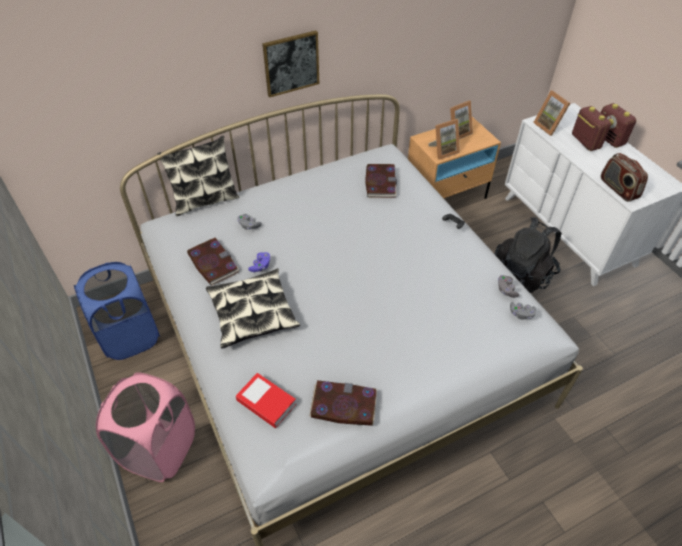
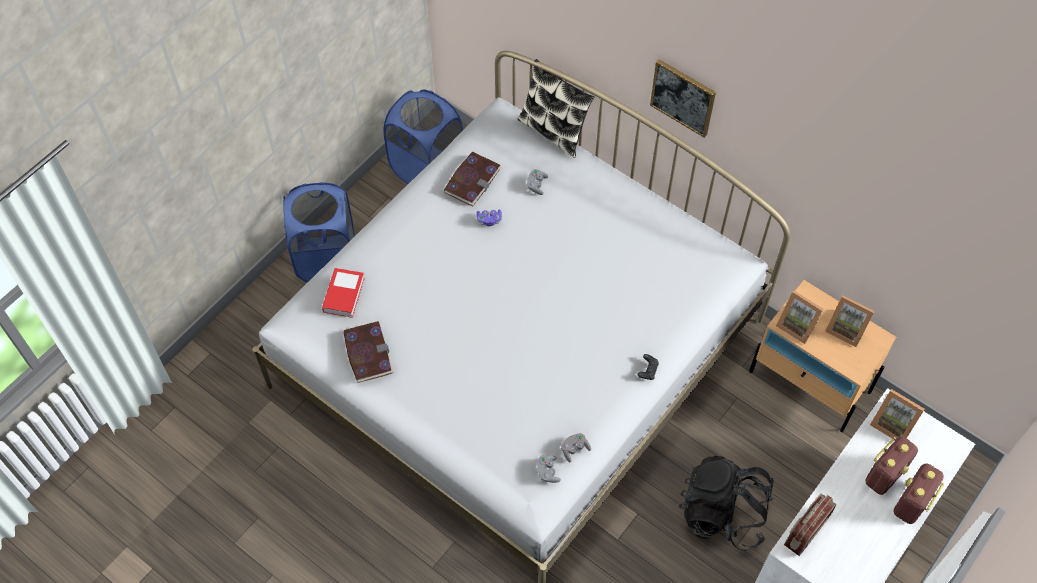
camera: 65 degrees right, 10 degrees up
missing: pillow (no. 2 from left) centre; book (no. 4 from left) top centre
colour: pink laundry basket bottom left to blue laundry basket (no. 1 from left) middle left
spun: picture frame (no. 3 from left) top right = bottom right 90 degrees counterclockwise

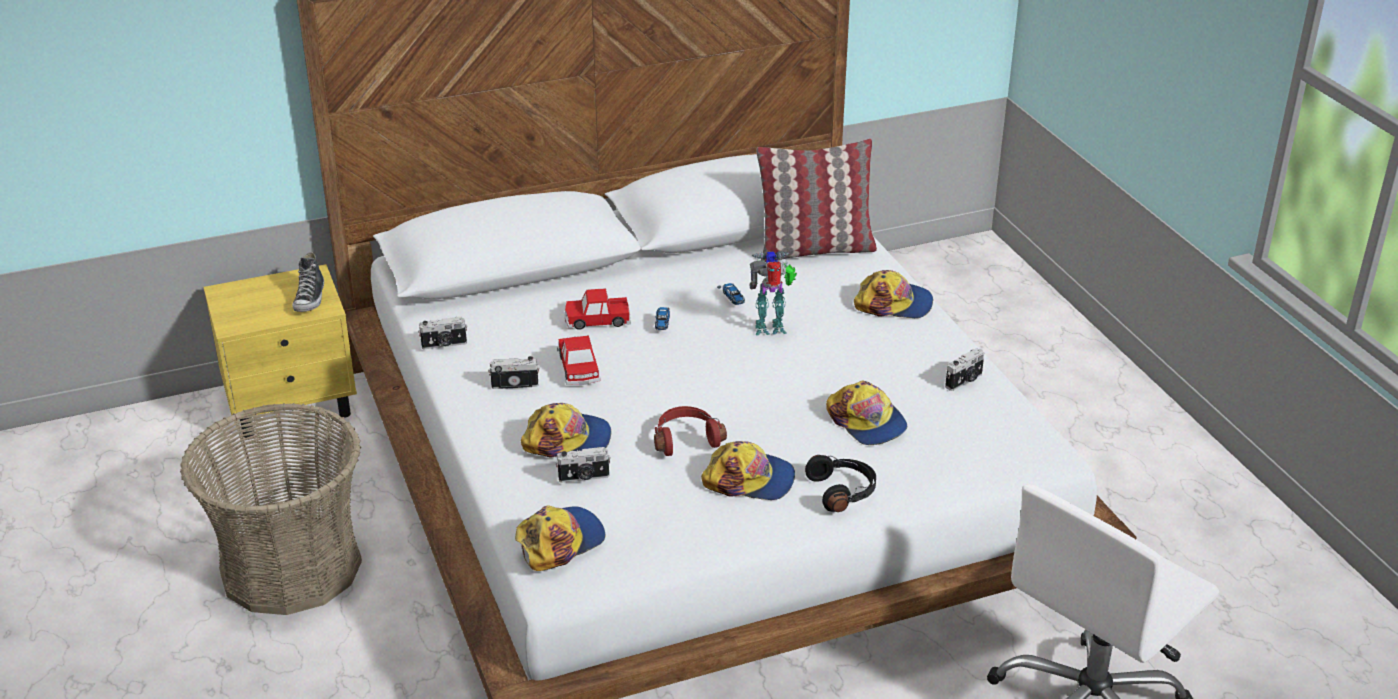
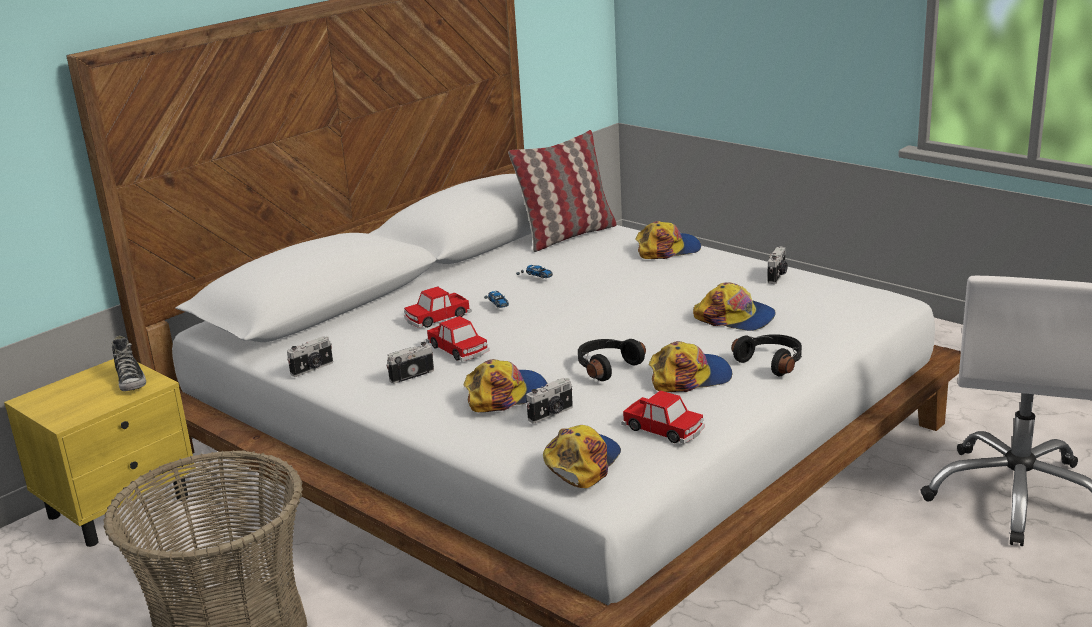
camera: 25 degrees left, 10 degrees down
missing: toy robot centre
appeared: toy car (no. 5 from left) centre
colour: red headphones centre to black headphones (no. 1 from left) centre

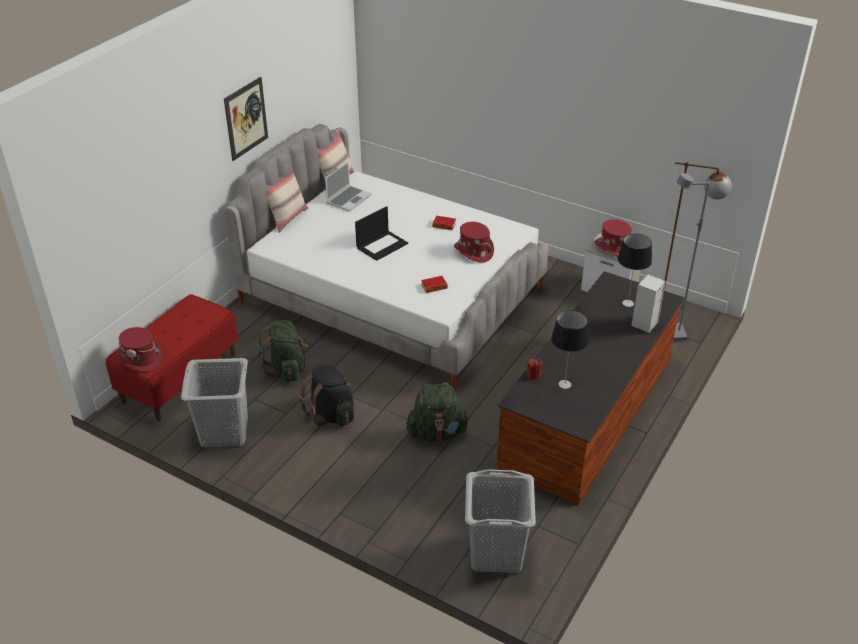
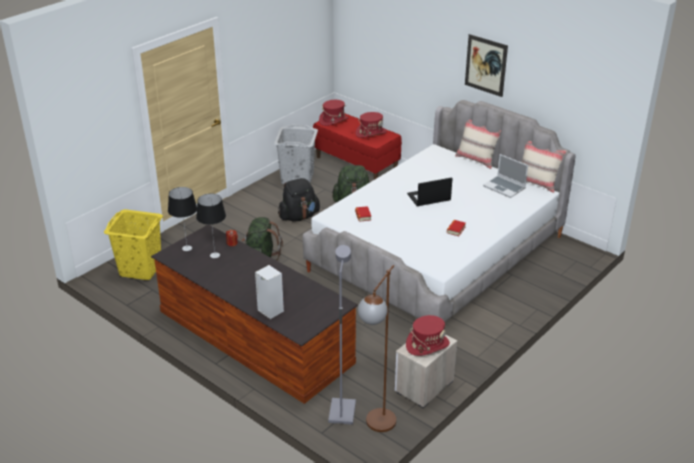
camera: 100 degrees right, 5 degrees down
relocated: red hat (no. 2 from left) centre to top centre; table lamp (no. 2 from left in the first image) middle right to table lamp (no. 1 from left) middle left
colour: grey laundry basket (no. 2 from left) bottom centre to yellow laundry basket middle left
spun: laptop (no. 2 from left in the first image) centre = centre 105 degrees clockwise

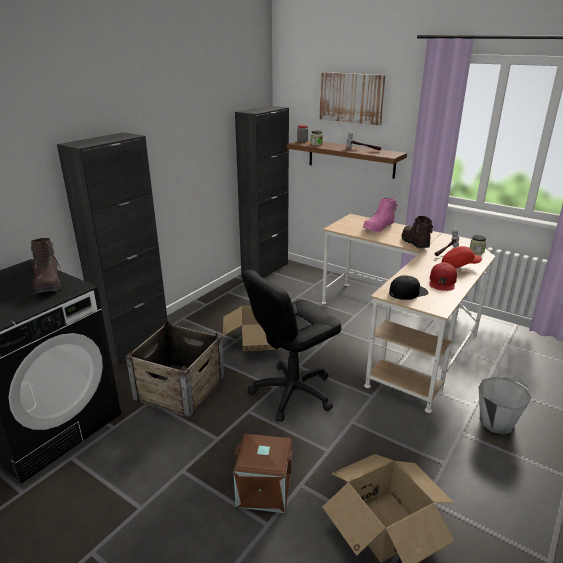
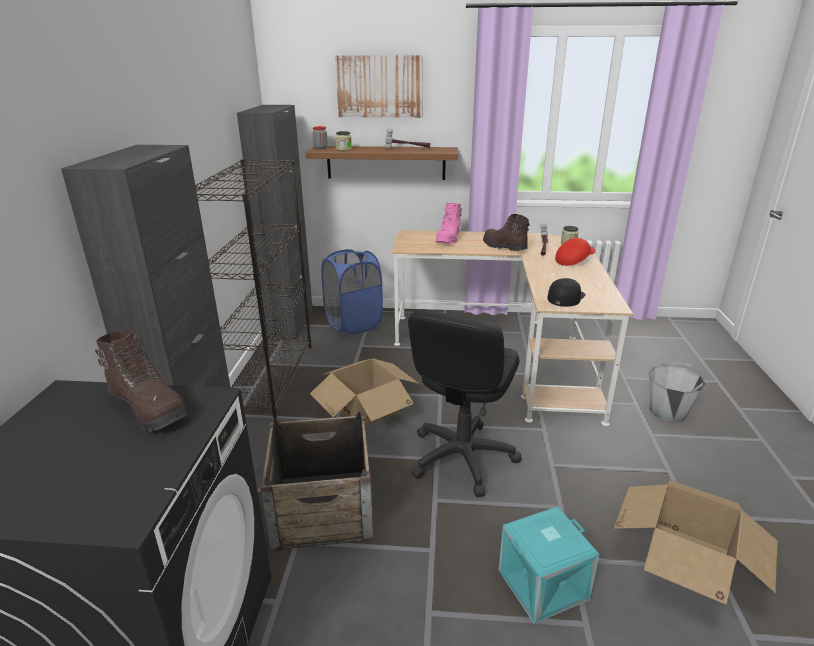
camera: 30 degrees left, 0 degrees up
missing: red cap (no. 1 from left) middle right
appeared: black bookcase middle left; blue laundry basket centre
colour: brown storage box bottom centre to turquoise storage box bottom right

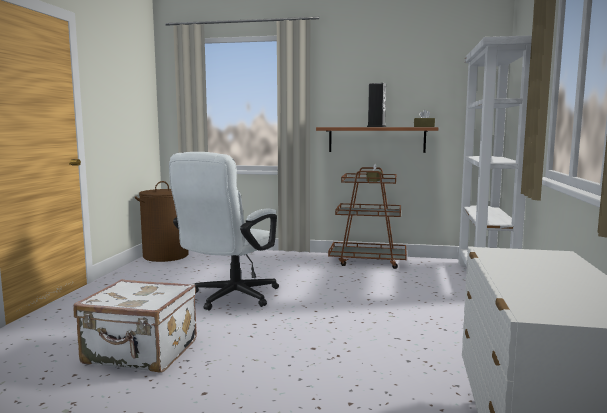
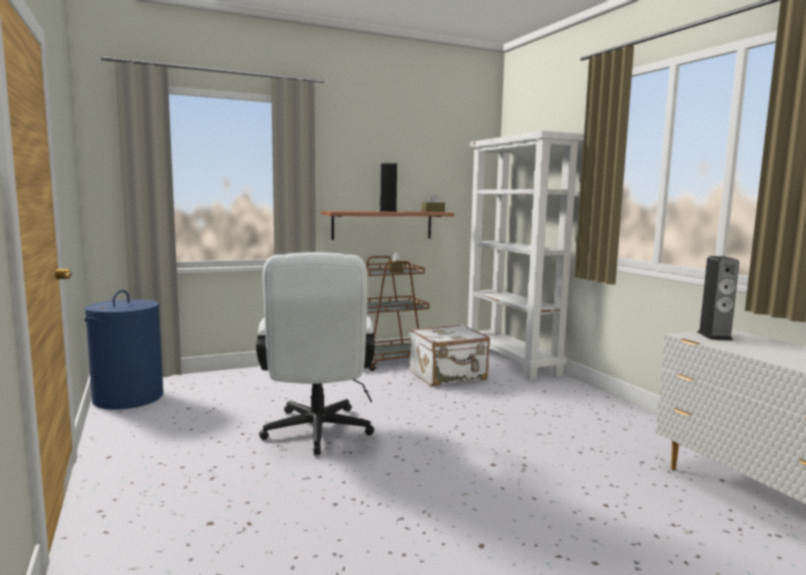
camera: 35 degrees left, 0 degrees up
appeared: speaker (no. 2 from left) middle right
relocated: white suitcase bottom left to centre
colour: brown laundry basket middle left to blue laundry basket middle left

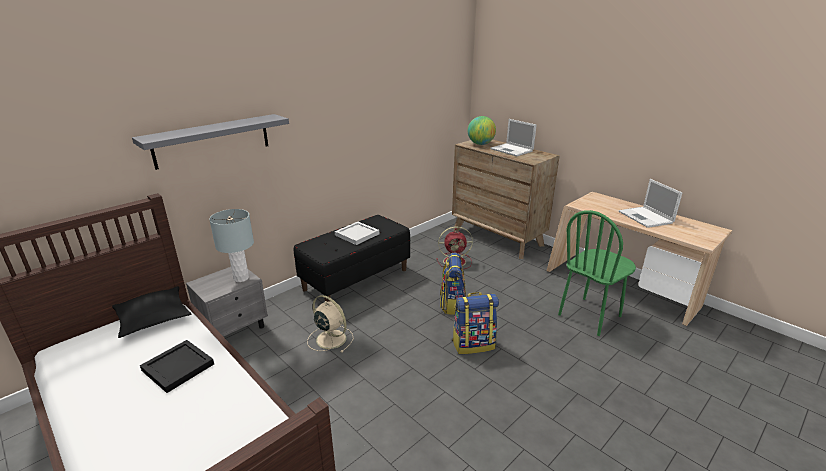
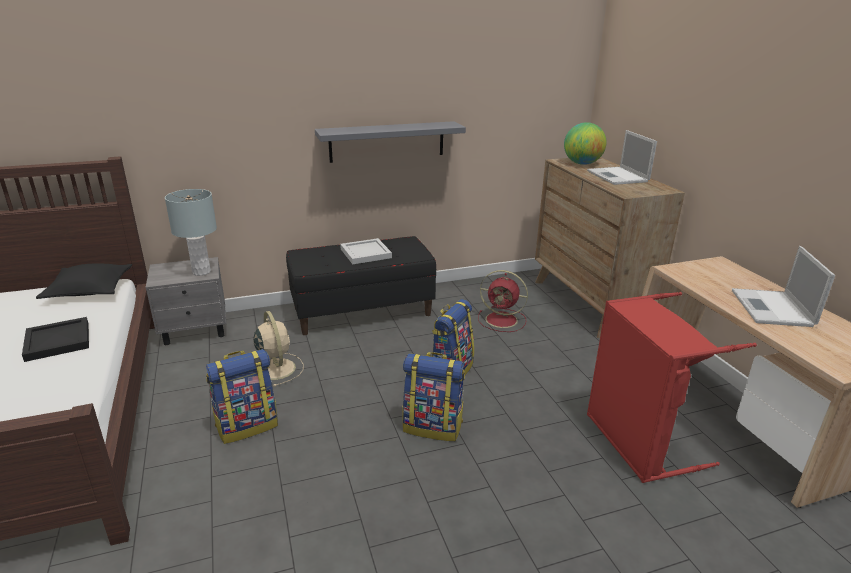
camera: 25 degrees right, 0 degrees up
appeared: backpack (no. 1 from left) bottom left
relocated: grey shelf top left to top centre
exchanged: green chair middle right to red laundry basket bottom right

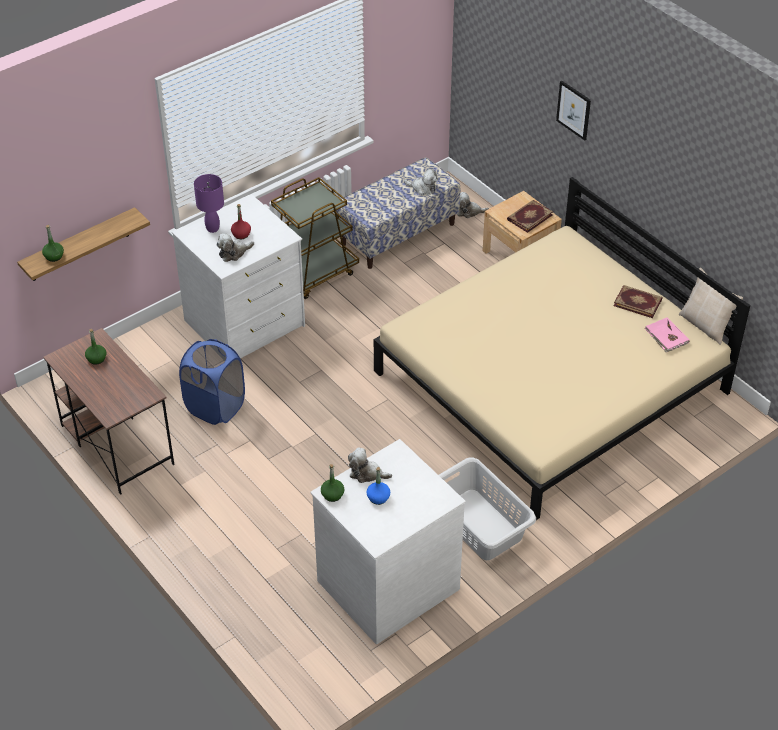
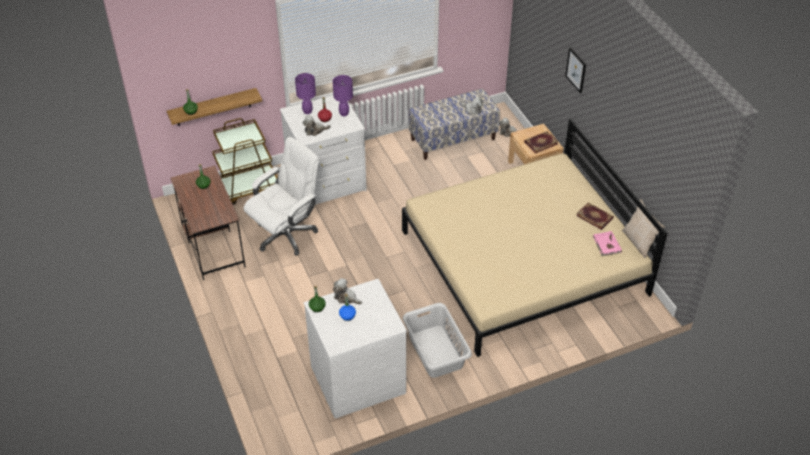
camera: 15 degrees right, 0 degrees up
appeared: purple table lamp (no. 2 from left) top centre
relocated: brown cart top centre to middle left
exchanged: blue laundry basket middle left to white office chair centre

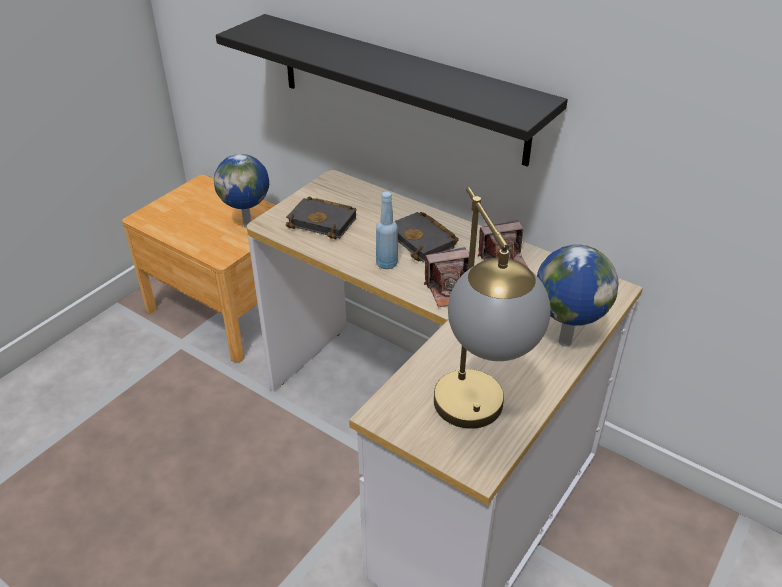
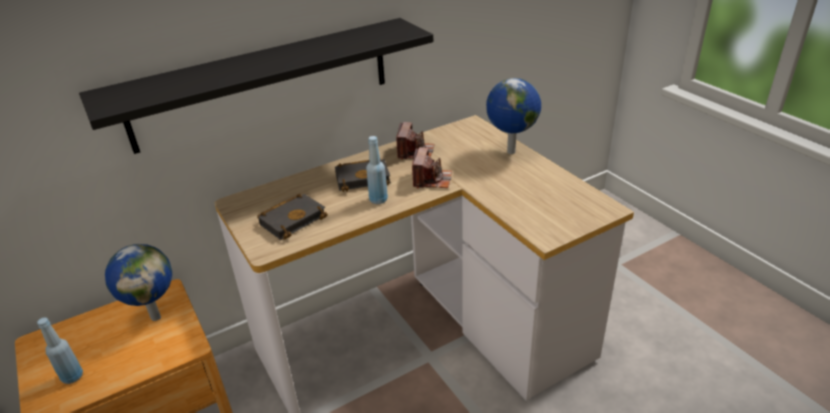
camera: 65 degrees left, 5 degrees down
missing: table lamp centre
appeared: blue bottle (no. 1 from left) bottom left

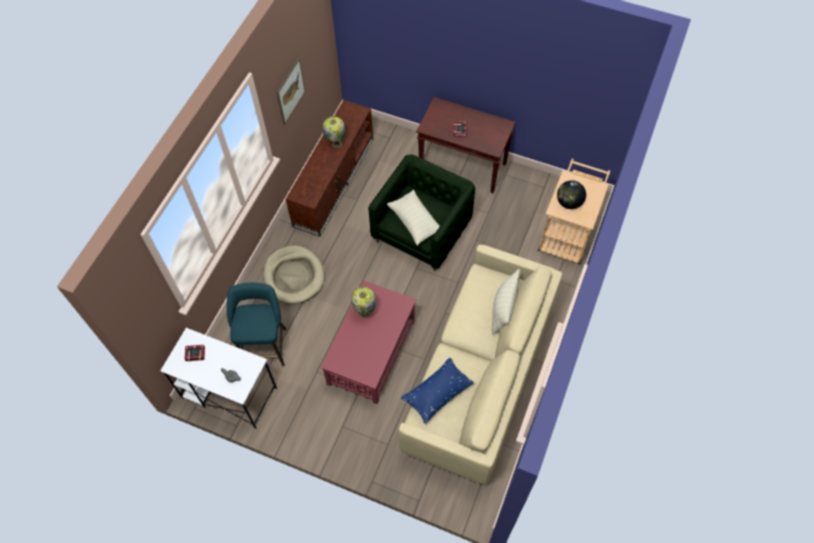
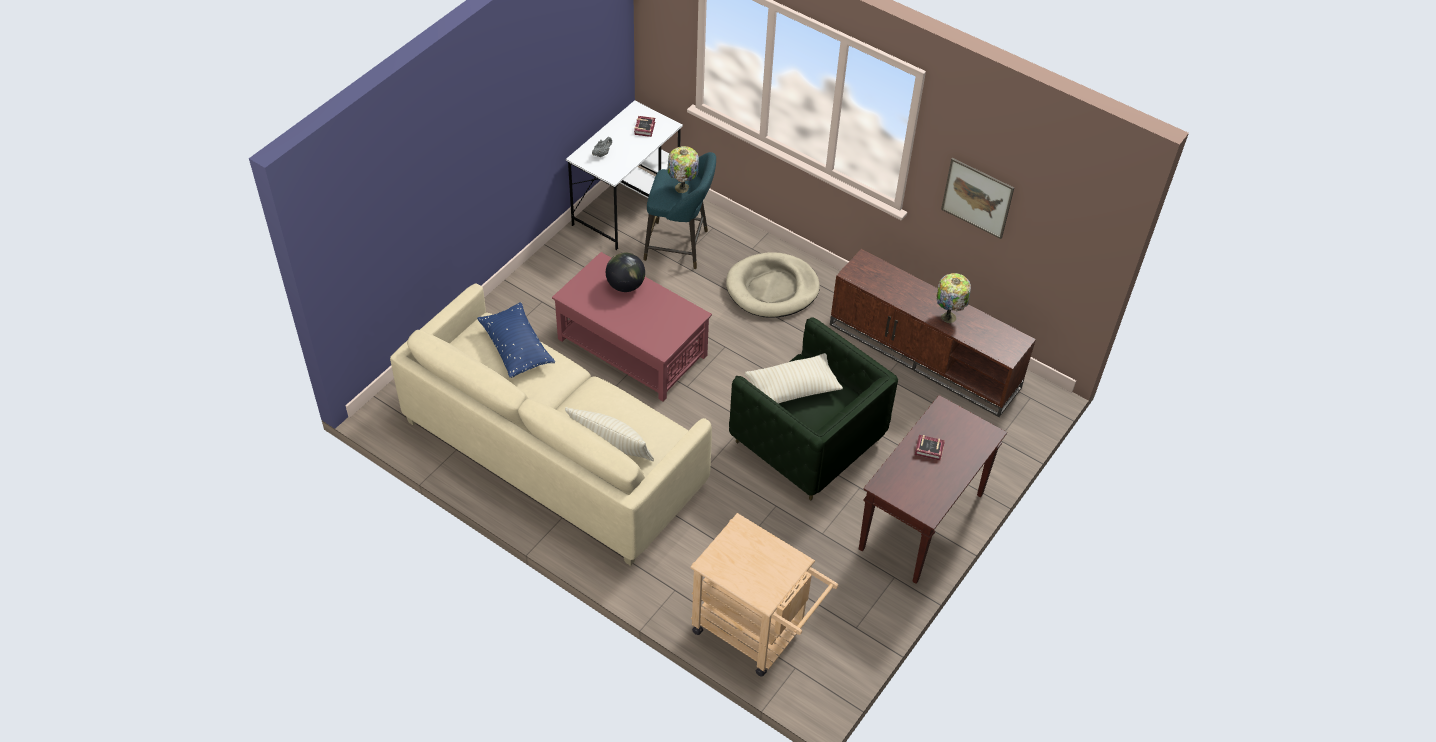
camera: 100 degrees right, 10 degrees down
relocated: table lamp (no. 2 from left in the first image) centre to table lamp (no. 1 from left) top centre; globe middle right to centre

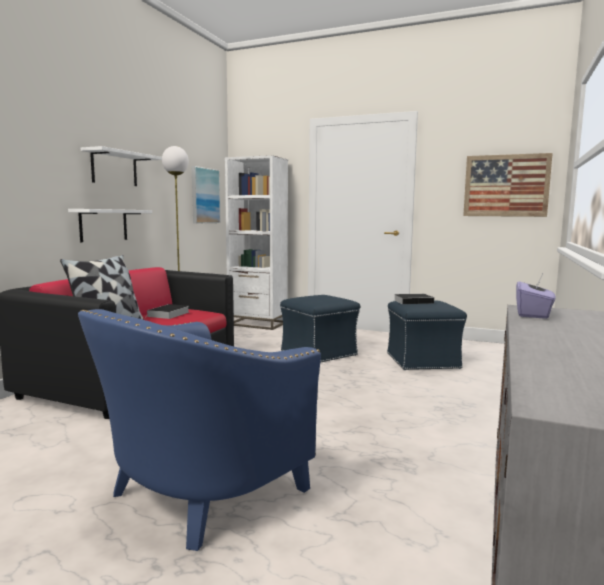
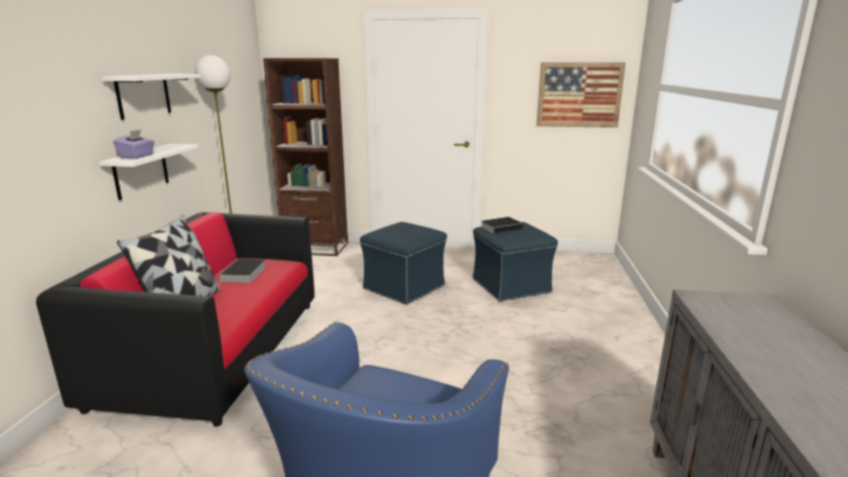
camera: 15 degrees left, 10 degrees up
missing: picture (no. 1 from left) centre
relocated: purple tissue box middle right to top left
colour: white bookcase centre to brown bookcase top centre

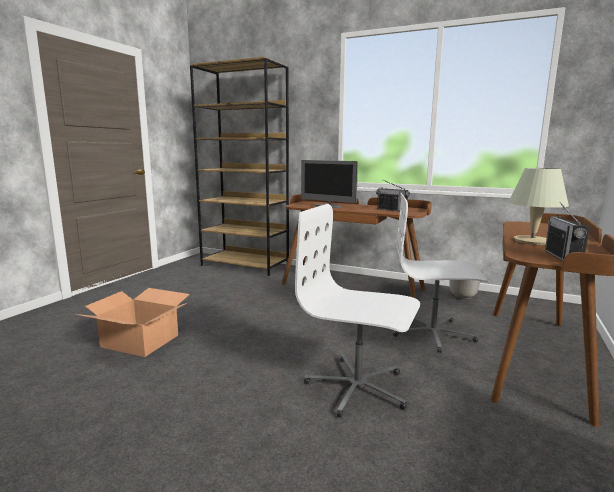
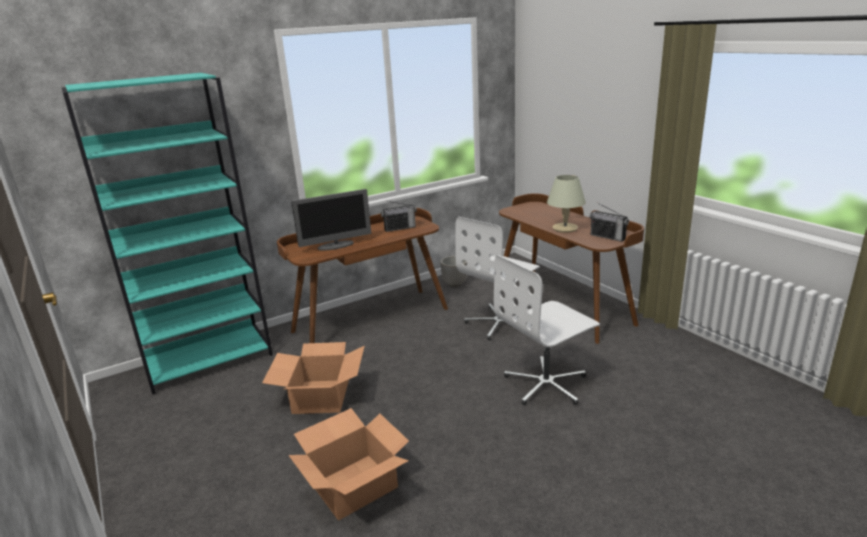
camera: 55 degrees left, 10 degrees up
appeared: cardboard box (no. 1 from left) bottom centre
colour: brown bookcase centre to turquoise bookcase middle left

